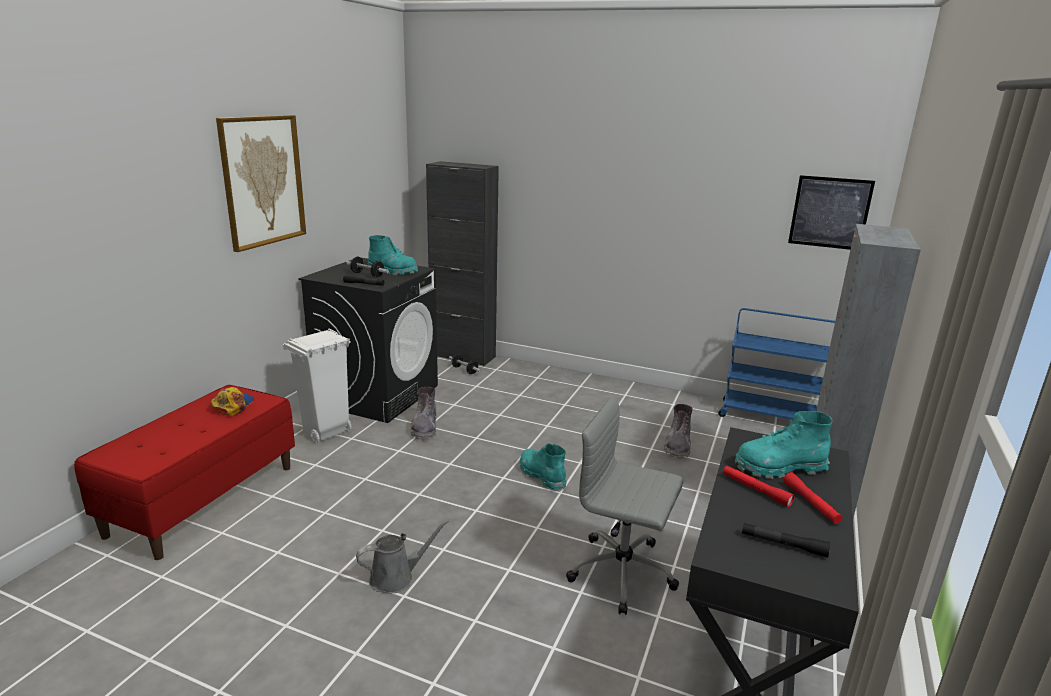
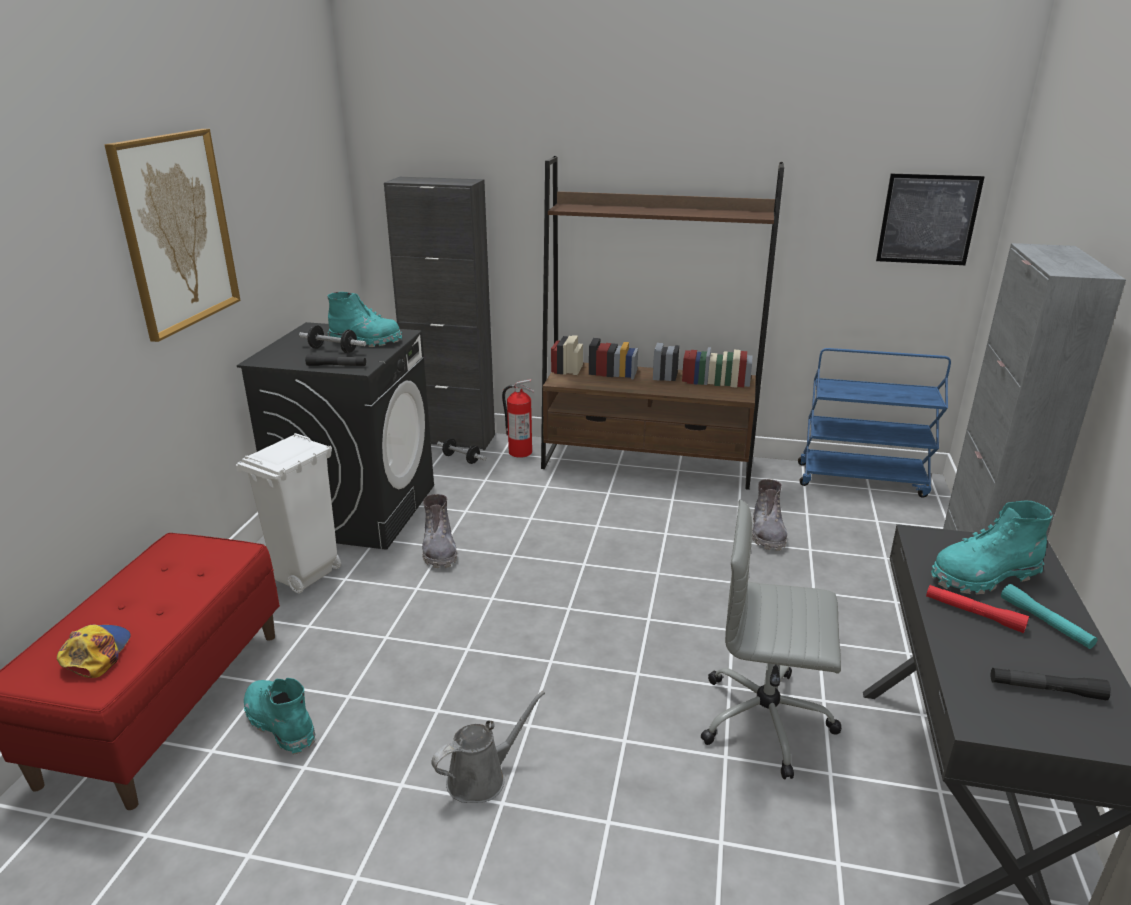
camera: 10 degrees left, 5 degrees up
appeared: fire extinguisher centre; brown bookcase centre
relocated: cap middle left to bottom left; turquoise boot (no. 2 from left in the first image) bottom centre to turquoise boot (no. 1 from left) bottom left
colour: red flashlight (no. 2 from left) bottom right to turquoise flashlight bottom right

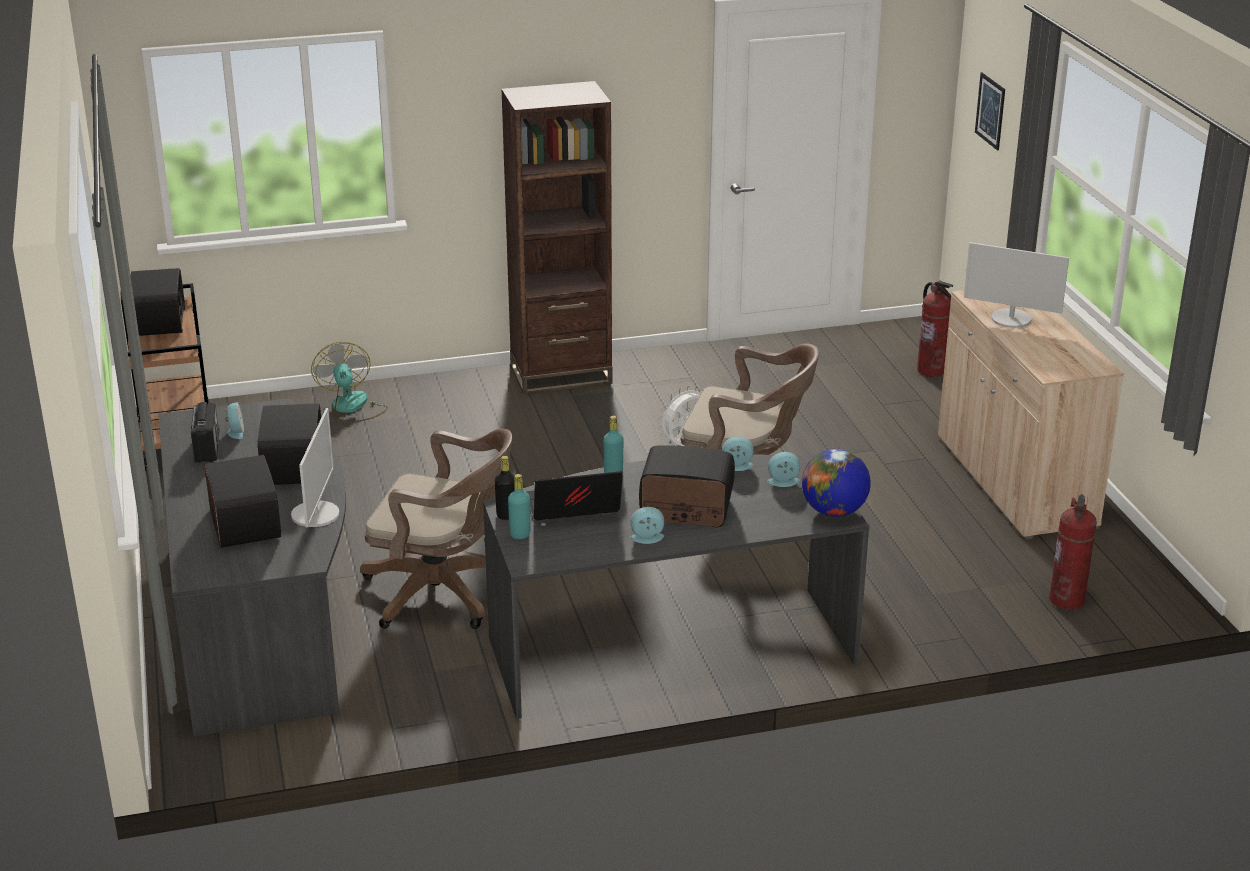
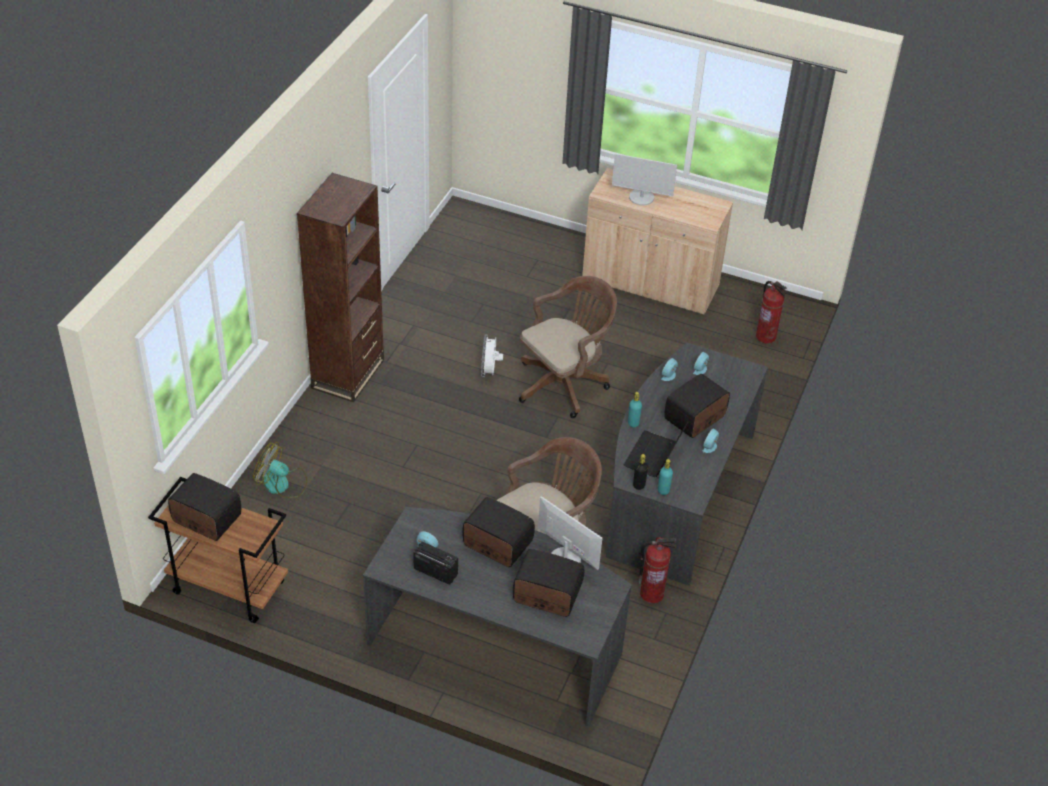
camera: 55 degrees left, 15 degrees up
missing: globe middle right; picture top right
relocated: fire extinguisher (no. 1 from left) middle right to bottom centre
spun: monitor (no. 2 from left) top right = top centre 45 degrees clockwise

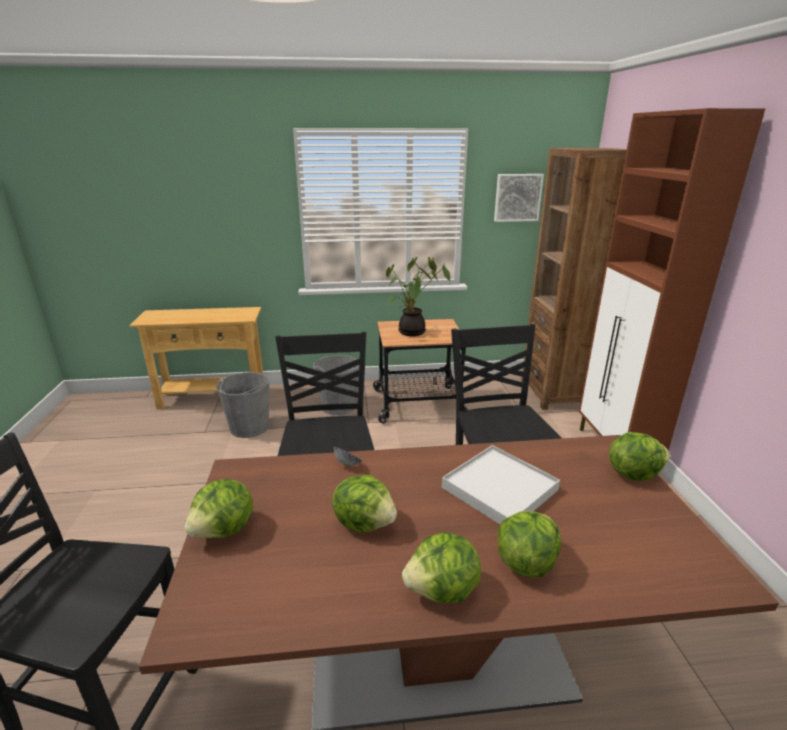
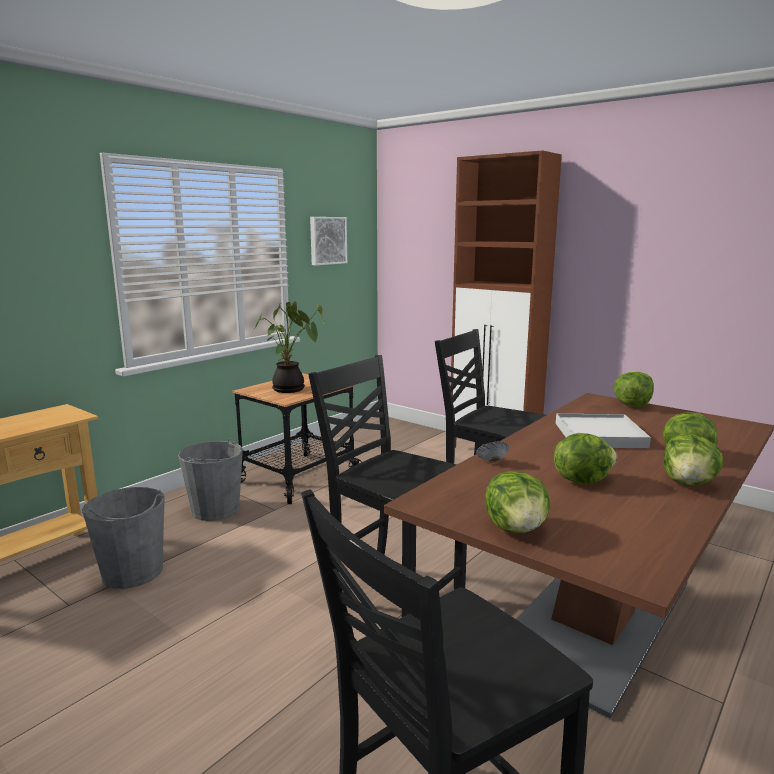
camera: 45 degrees left, 10 degrees down
missing: brown bookcase middle right

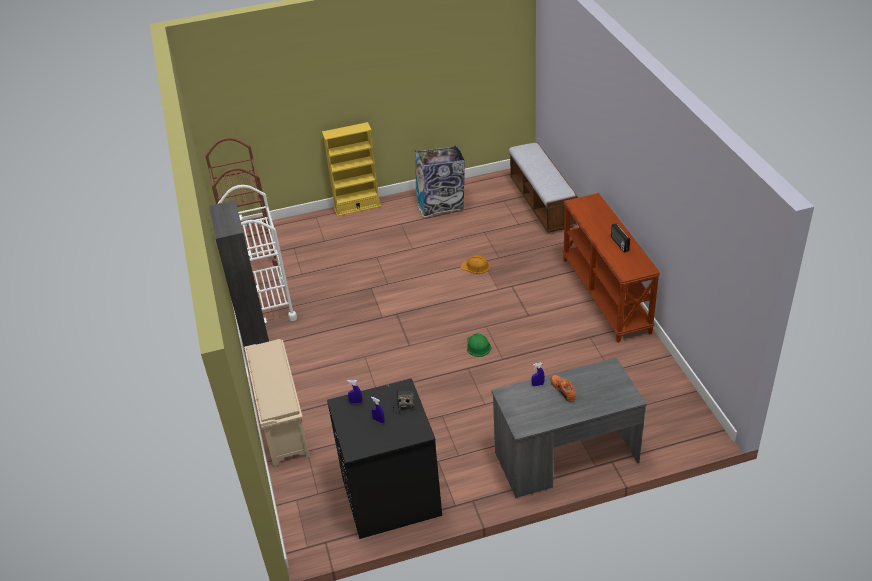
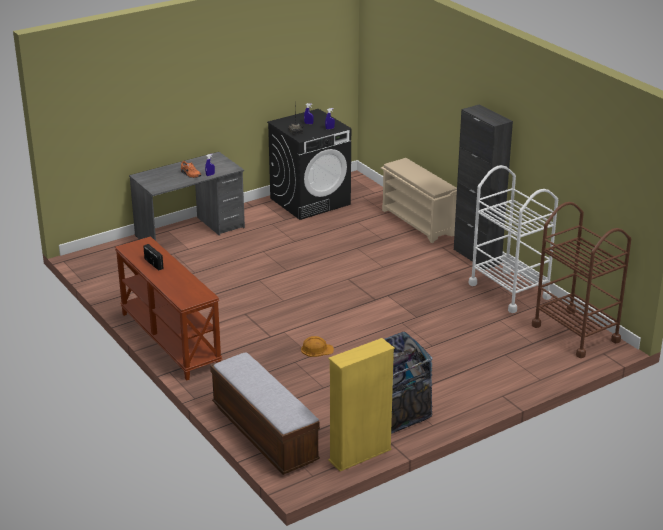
camera: 160 degrees right, 10 degrees down
missing: green hard hat centre
relocated: yellow bookcase top centre to bottom centre

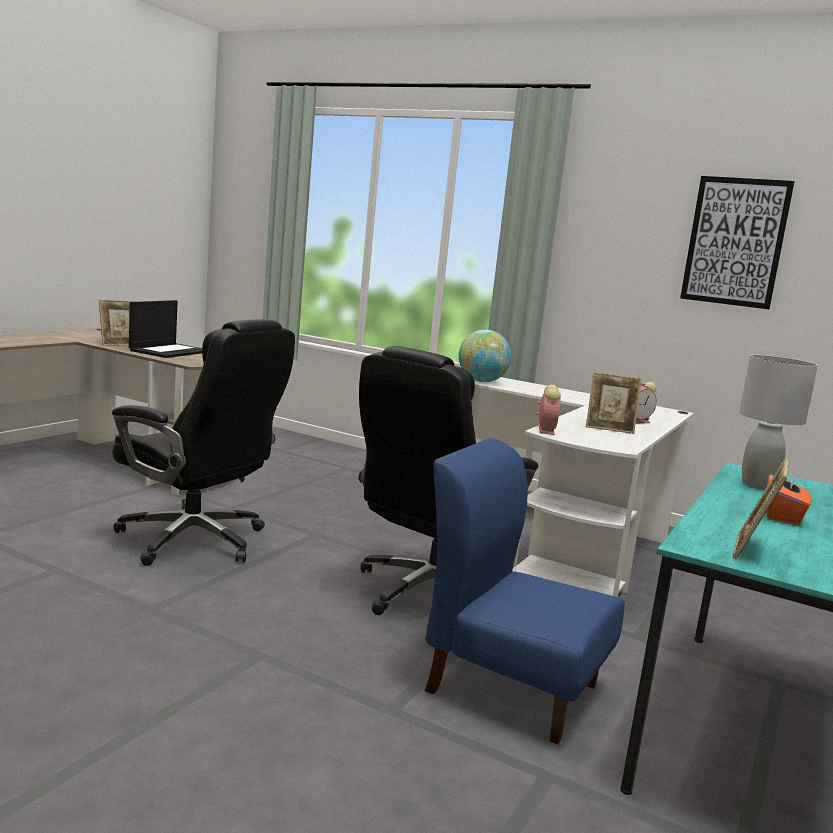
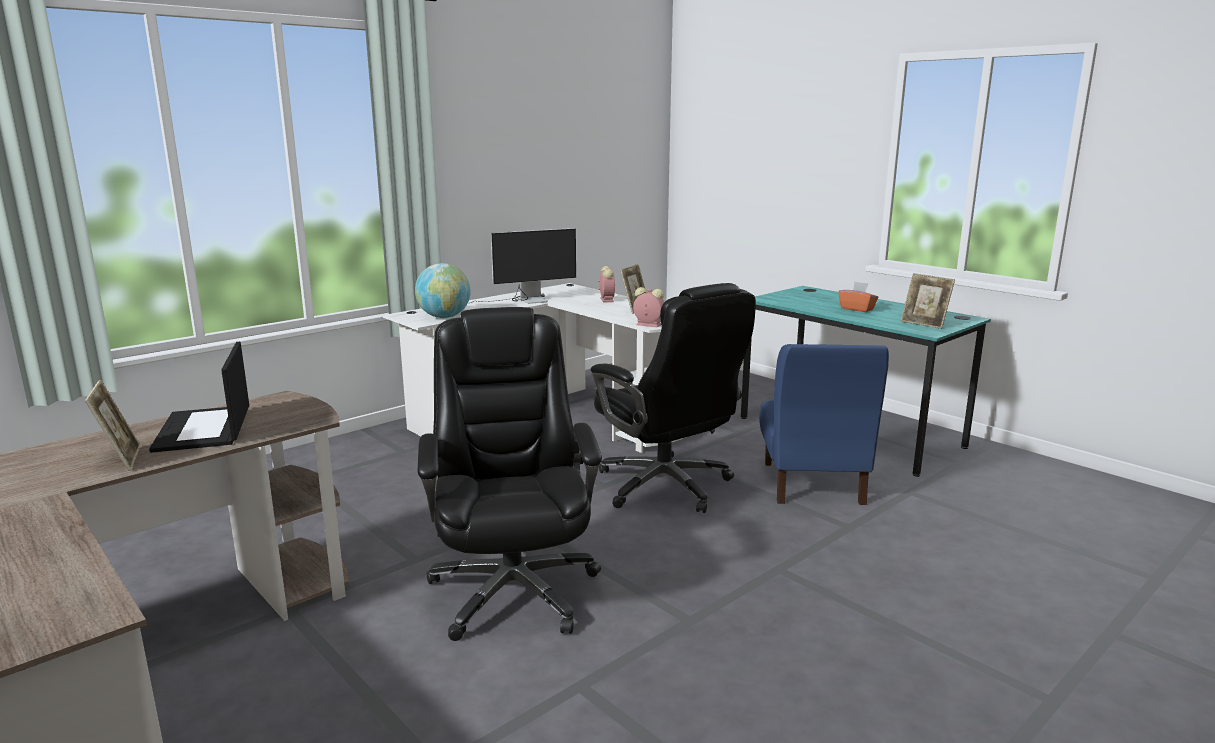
camera: 70 degrees left, 5 degrees up
missing: picture top right; grey table lamp middle right
appeared: monitor centre
spun: black office chair (no. 1 from left) middle left = centre 60 degrees counterclockwise; laptop middle left = middle left 150 degrees counterclockwise; blue chair bottom centre = middle right 45 degrees counterclockwise

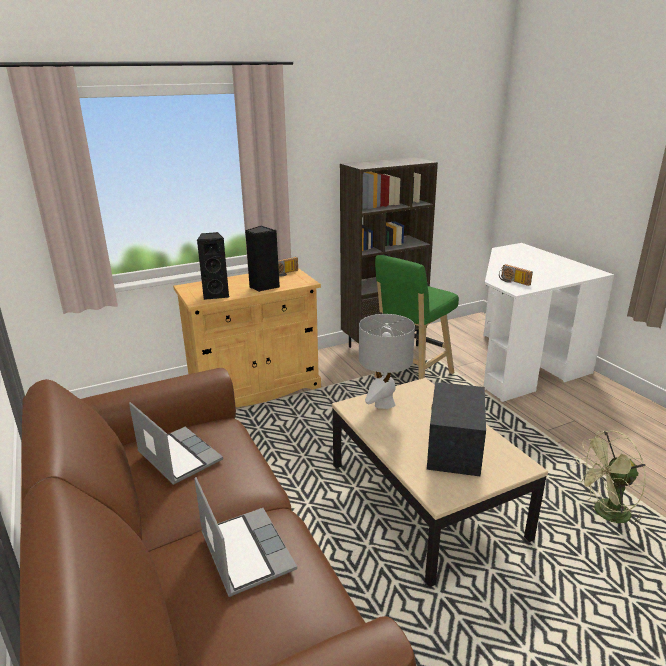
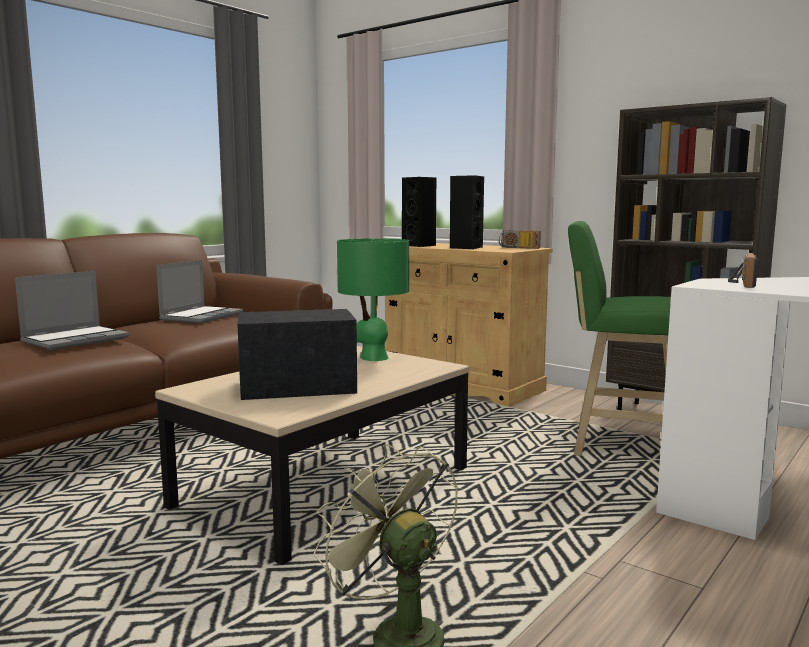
camera: 65 degrees right, 15 degrees down
colour: grey table lamp centre to green table lamp centre

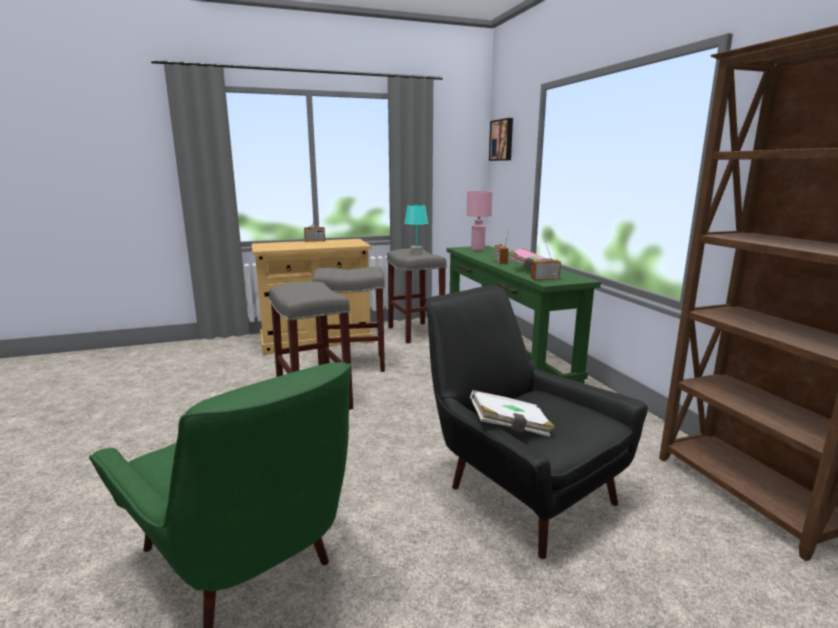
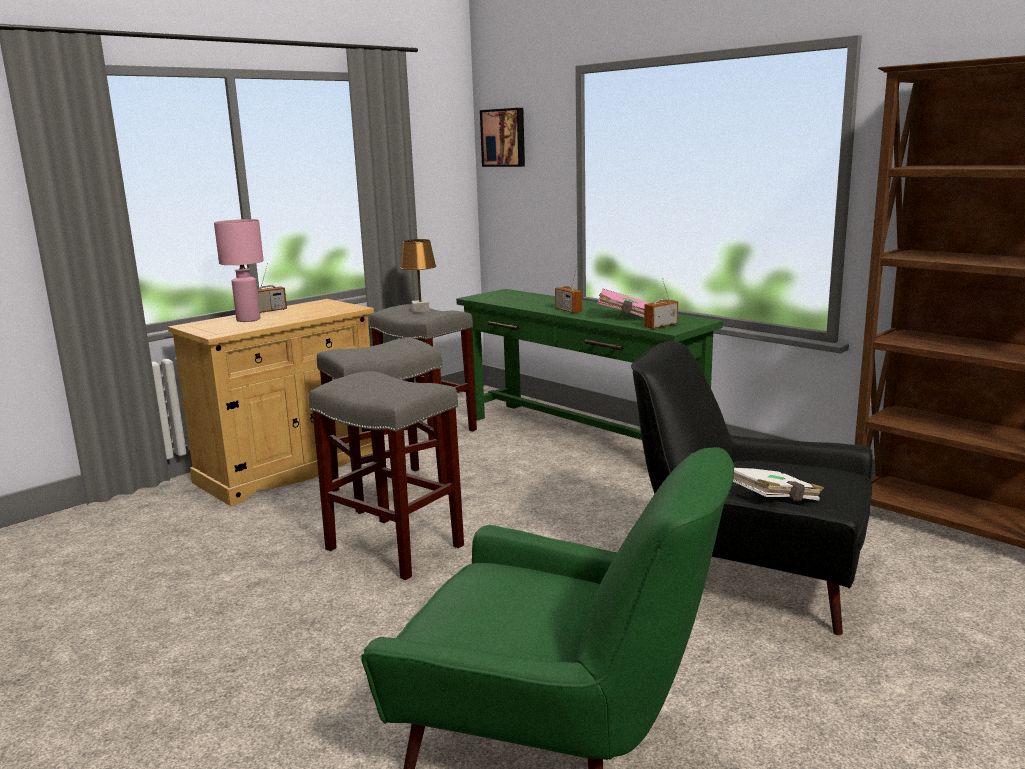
camera: 25 degrees left, 0 degrees up
relocated: pink table lamp centre to middle left
colour: turquoise table lamp centre to brown table lamp centre

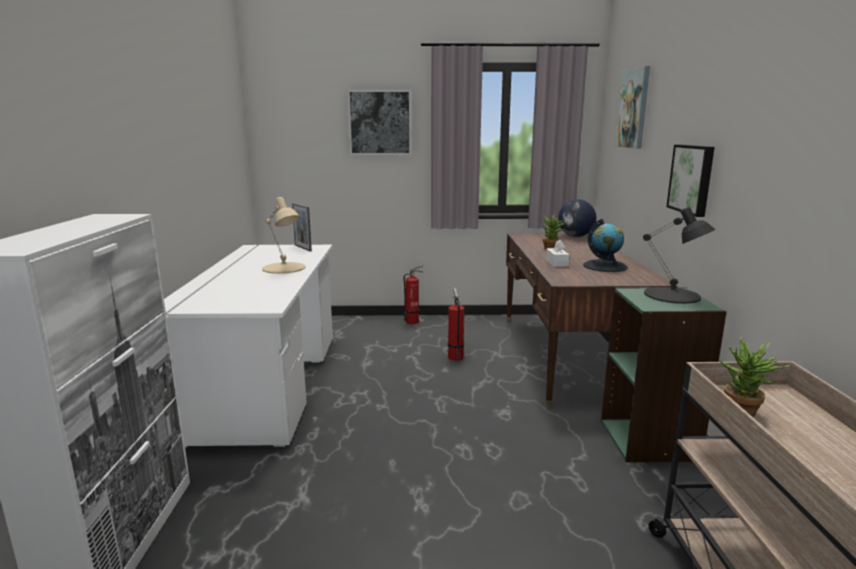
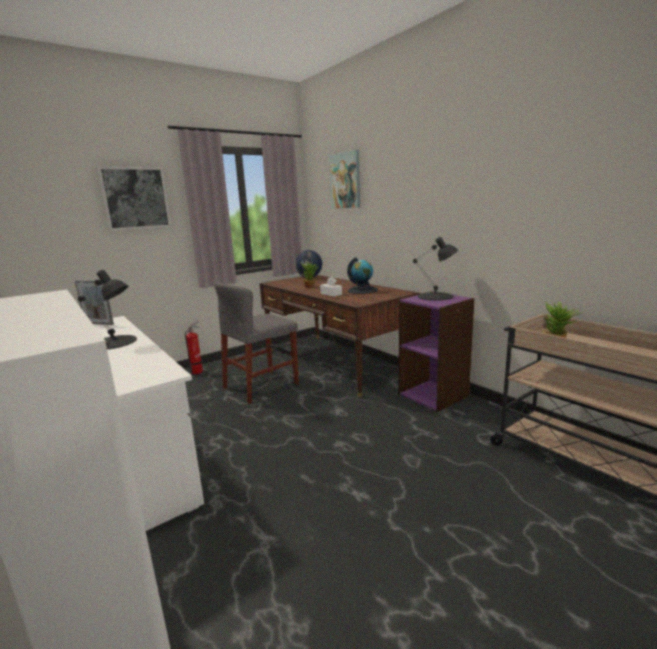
camera: 35 degrees left, 0 degrees up
missing: picture (no. 3 from left) top right
exchanged: fire extinguisher (no. 2 from left) centre to grey chair centre
colour: beige table lamp middle left to black table lamp (no. 1 from left) middle left; green bookcase middle right to purple bookcase centre

